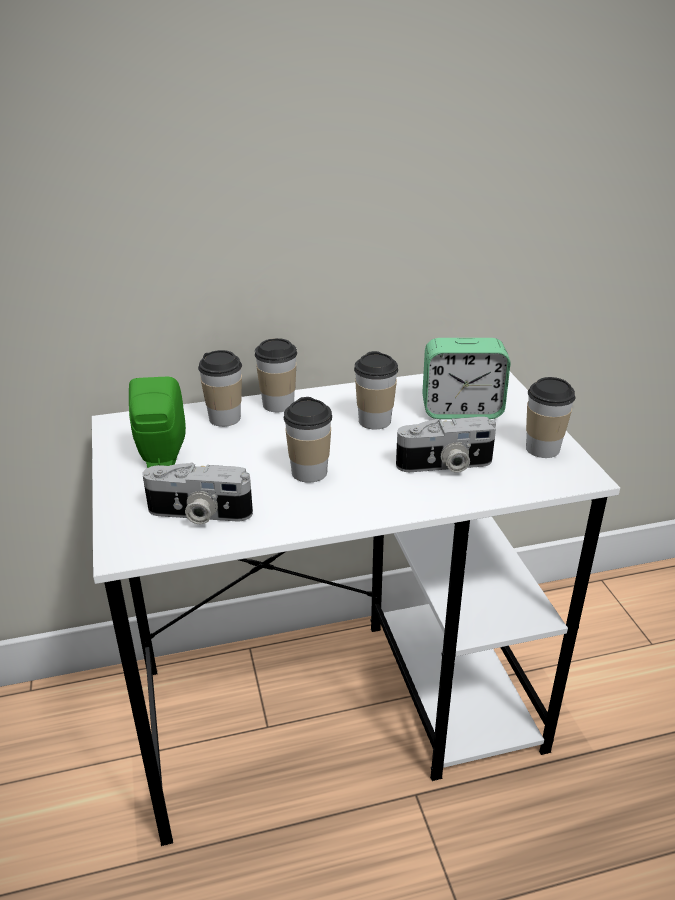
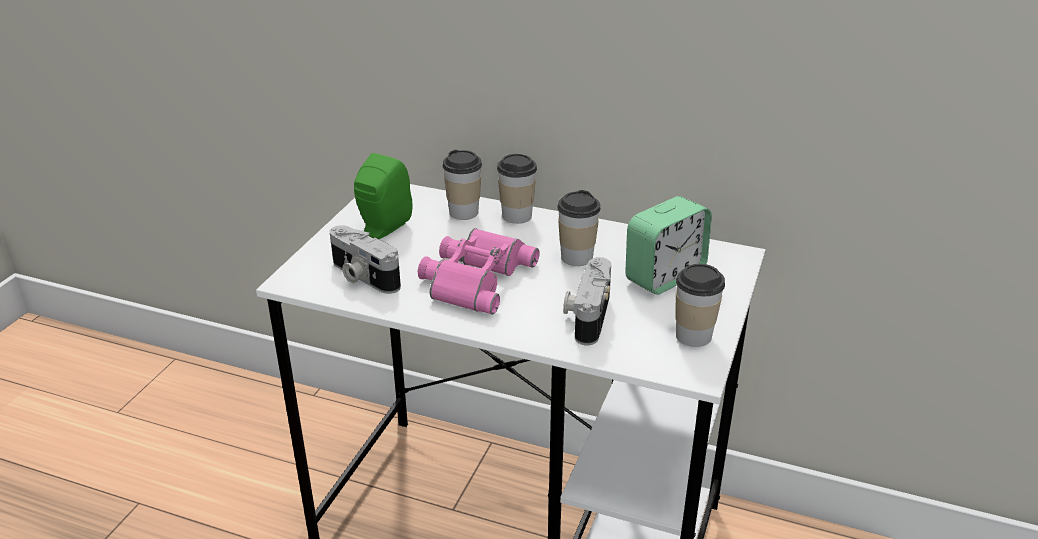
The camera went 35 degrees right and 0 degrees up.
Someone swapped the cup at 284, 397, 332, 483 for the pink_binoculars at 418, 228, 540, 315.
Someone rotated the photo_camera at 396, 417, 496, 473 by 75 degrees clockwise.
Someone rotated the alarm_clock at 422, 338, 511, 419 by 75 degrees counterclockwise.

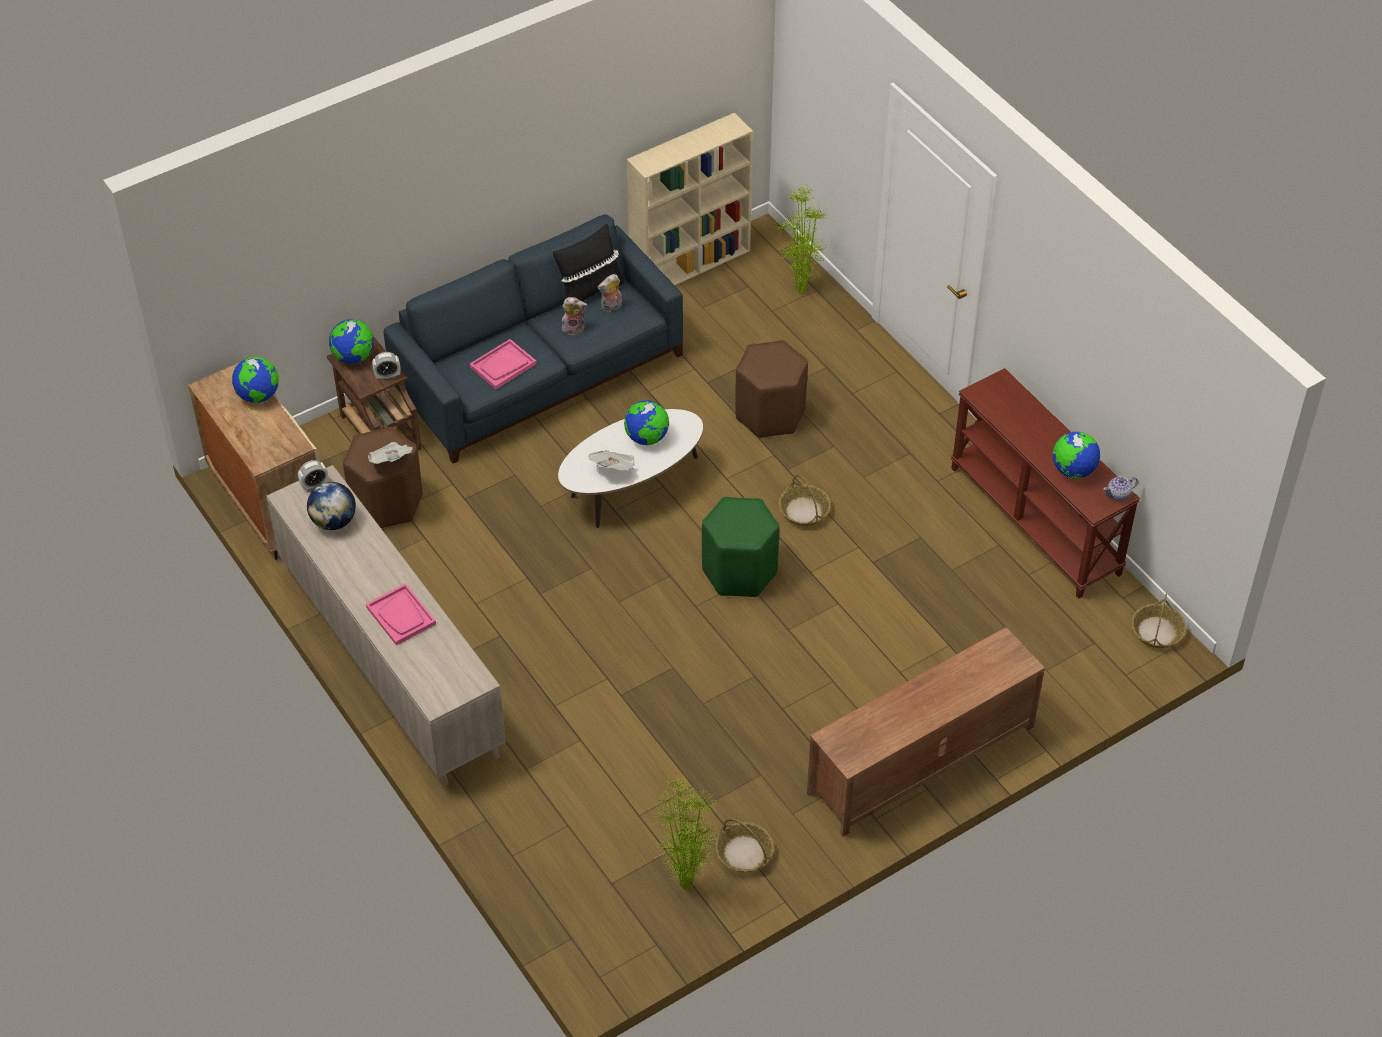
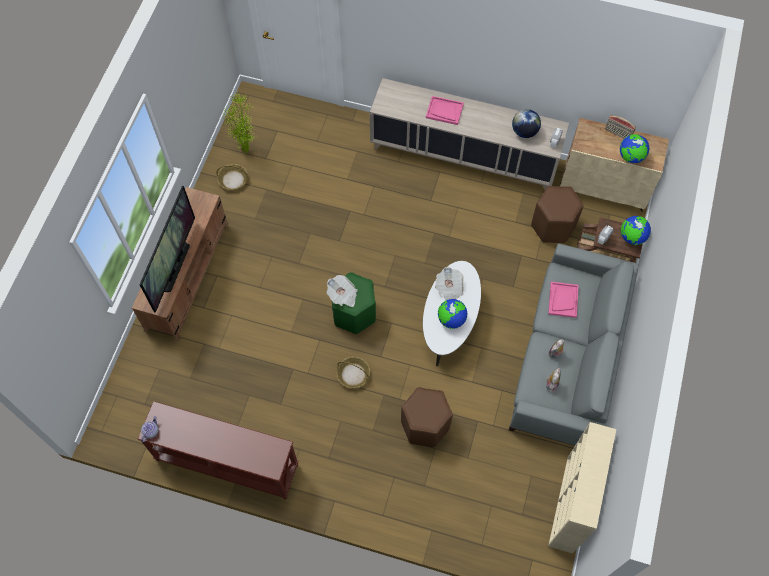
The camera went 140 degrees right and 15 degrees up.
Someone took away the black_pillow at 553, 224, 624, 302.
Someone took away the potted_plant at 775, 184, 829, 295.
Someone took away the globe at 1053, 432, 1100, 479.
Someone took away the basket at 1132, 594, 1186, 648.
Someone put down the television at 139, 186, 195, 313.
Someone put down the radio at 605, 115, 636, 138.
Someone carried the newspaper from 368, 442, 413, 464 to 327, 275, 358, 307.
Someone repainted the blue_sofa at 384, 214, 683, 464, which became the grey_sofa at 509, 244, 638, 446.

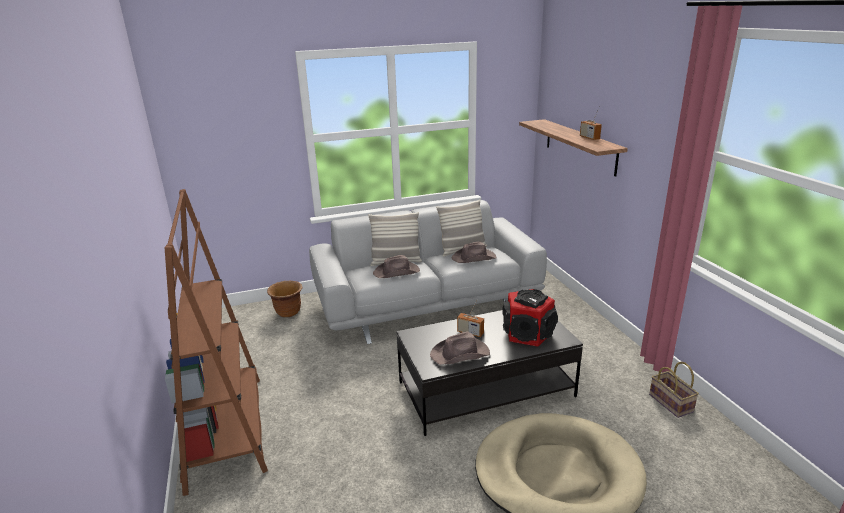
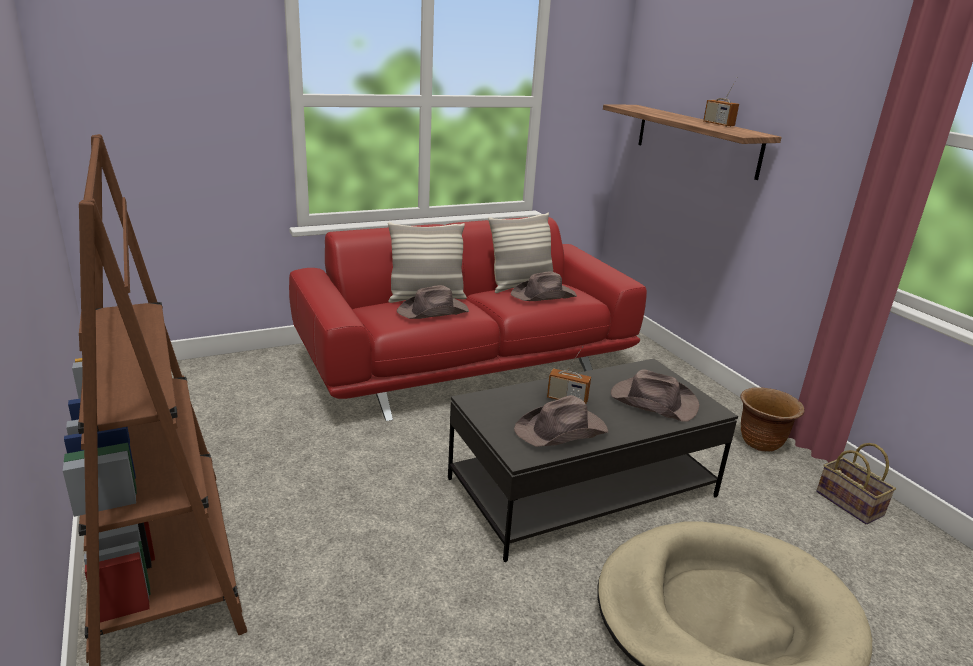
The camera went 10 degrees left and 0 degrees up.
Someone carried the brown_planter from 267, 281, 302, 317 to 740, 387, 804, 451.
Someone swapped the speaker at 502, 289, 558, 347 for the brown_hat at 611, 369, 699, 421.
Someone repainted the grey_sofa at 309, 200, 547, 344, which became the red_sofa at 289, 217, 647, 421.

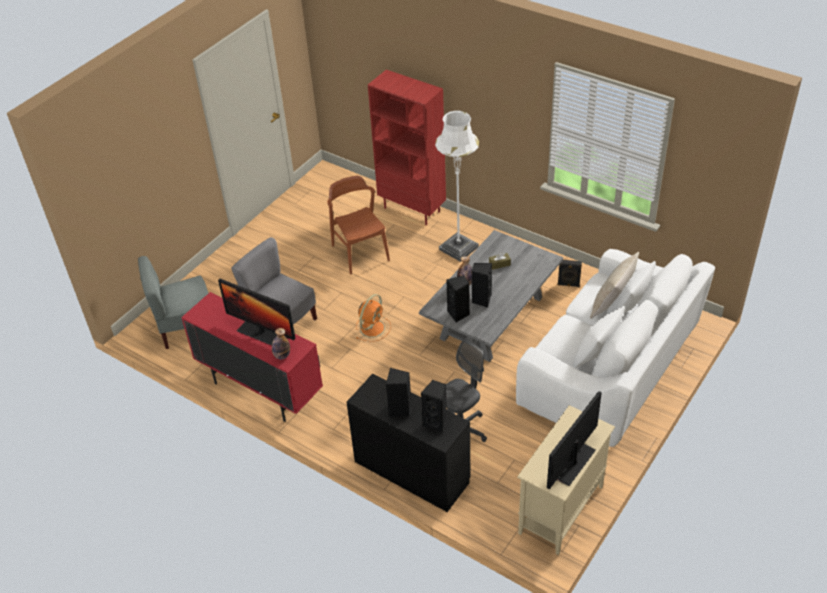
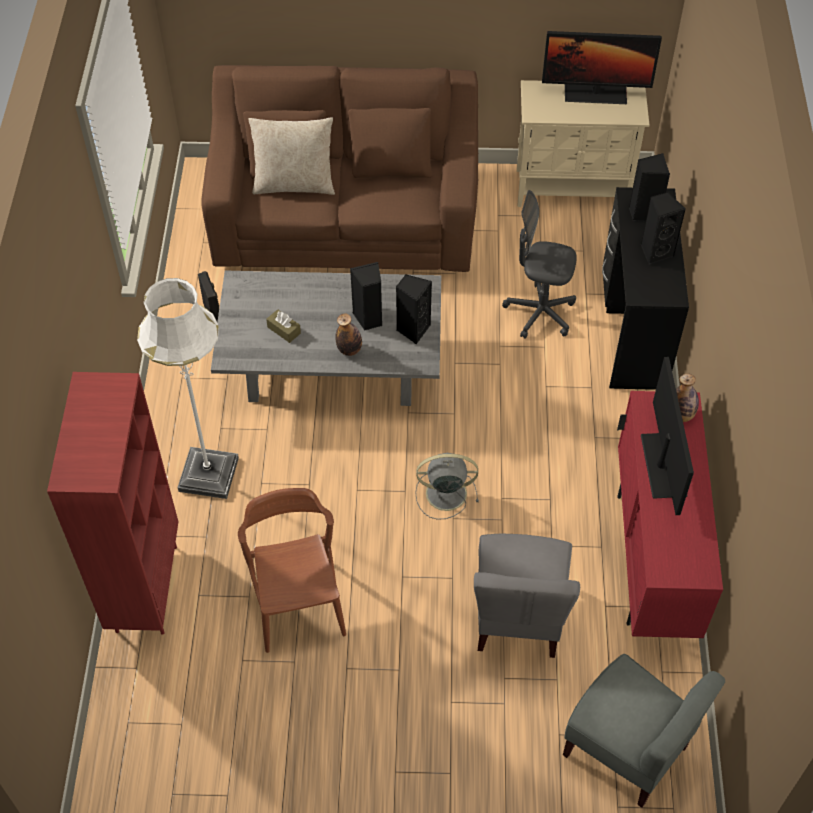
The camera went 125 degrees left and 10 degrees up.
Someone repainted the orange_fan at 356, 294, 391, 342, which became the grey_fan at 415, 453, 479, 520.
Someone repainted the white_sofa at 516, 249, 715, 447, which became the brown_sofa at 201, 65, 478, 272.
Someone rotated the brown_chair at 327, 176, 390, 275 by 135 degrees clockwise.

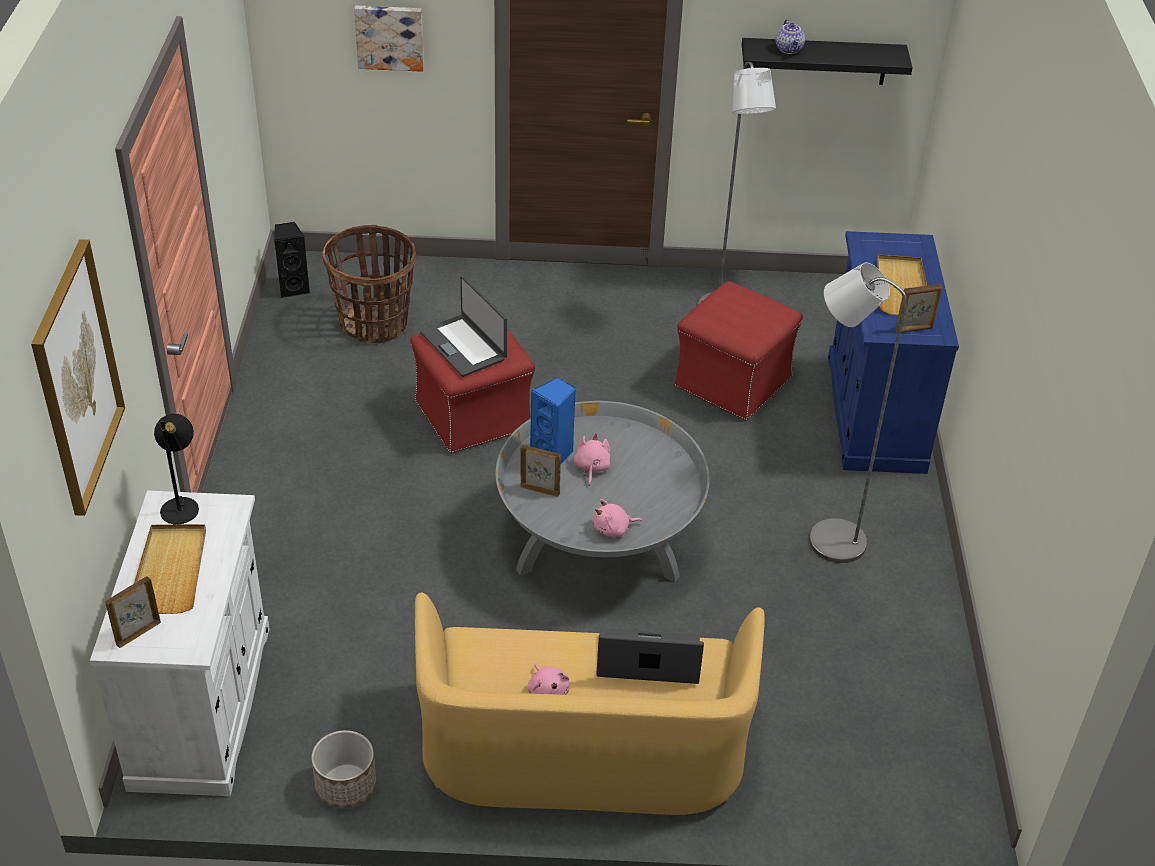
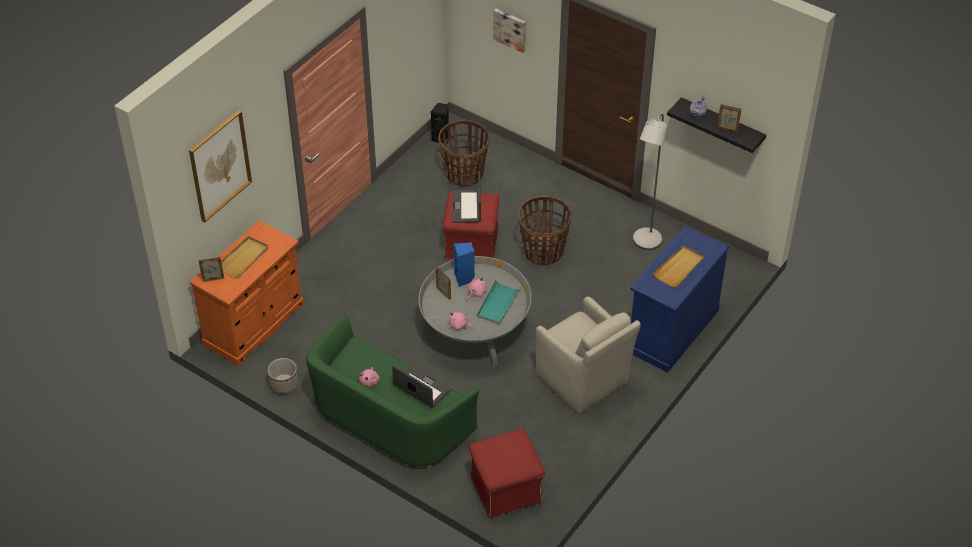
The camera went 35 degrees right and 5 degrees up.
Someone took away the black_table_lamp at 154, 414, 199, 524.
Someone put down the turquoise_tray at 477, 280, 522, 325.
Someone put down the basket at 518, 196, 571, 265.
Someone carried the red_ottoman from 674, 281, 803, 421 to 469, 429, 545, 519.
Someone carried the picture_frame from 895, 284, 942, 333 to 717, 104, 741, 132.
Someone swapped the grey_floor_lamp at 809, 263, 907, 563 for the beige_armchair at 536, 296, 641, 413.
Someone repainted the white_cabinet at 90, 491, 270, 796, which became the orange_cabinet at 190, 220, 304, 366.
Someone repainted the yellow_sofa at 415, 592, 765, 815, which became the green_sofa at 306, 314, 479, 468.

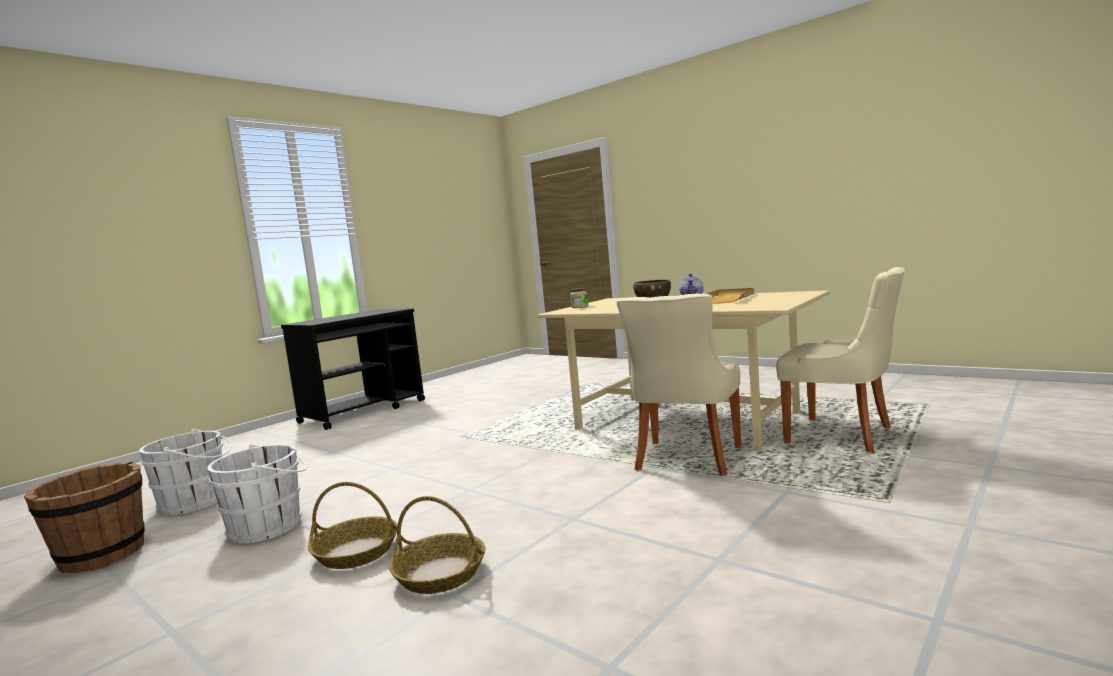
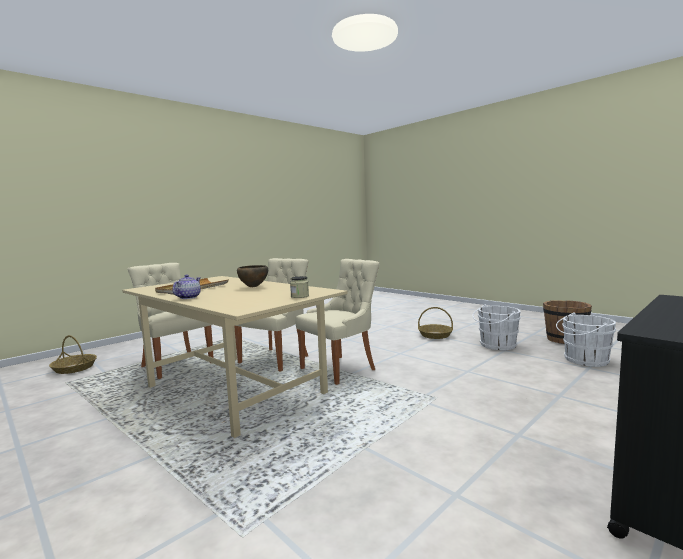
The camera went 175 degrees left and 0 degrees up.
Someone put down the beige_chair at 295, 259, 380, 385.
Someone carried the basket from 389, 496, 485, 594 to 49, 335, 97, 374.

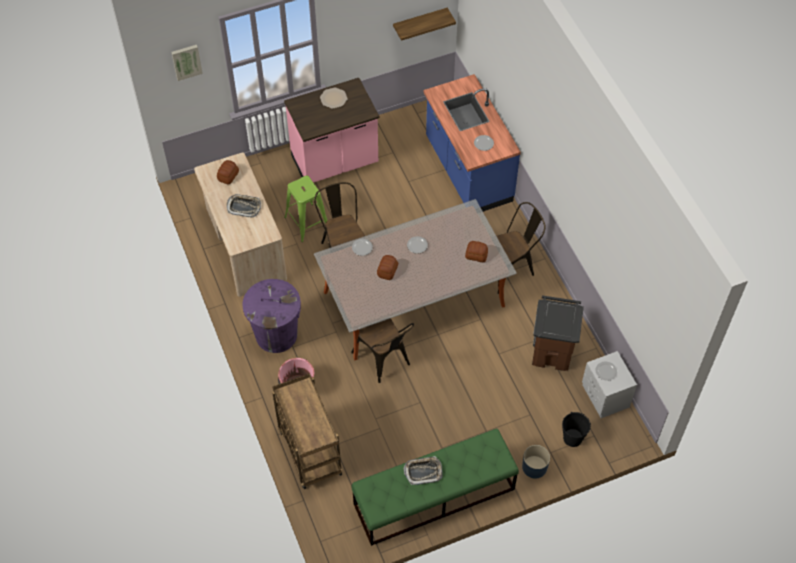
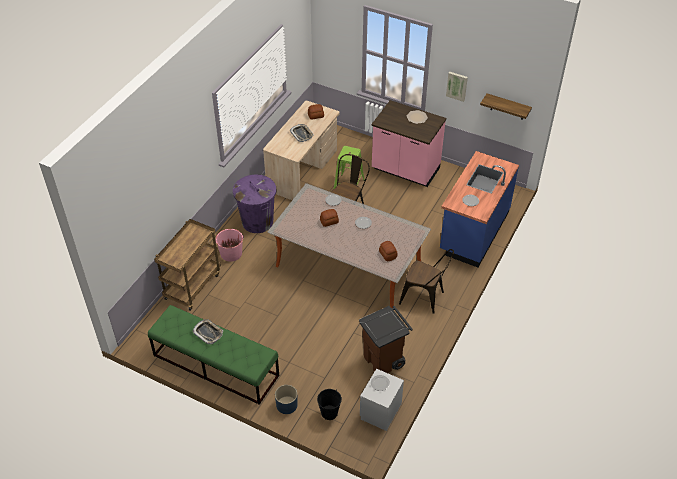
The camera went 50 degrees right and 10 degrees down.
Someone took away the brown_chair at 351, 318, 414, 383.
Someone carried the picture from 171, 45, 203, 81 to 446, 72, 468, 102.

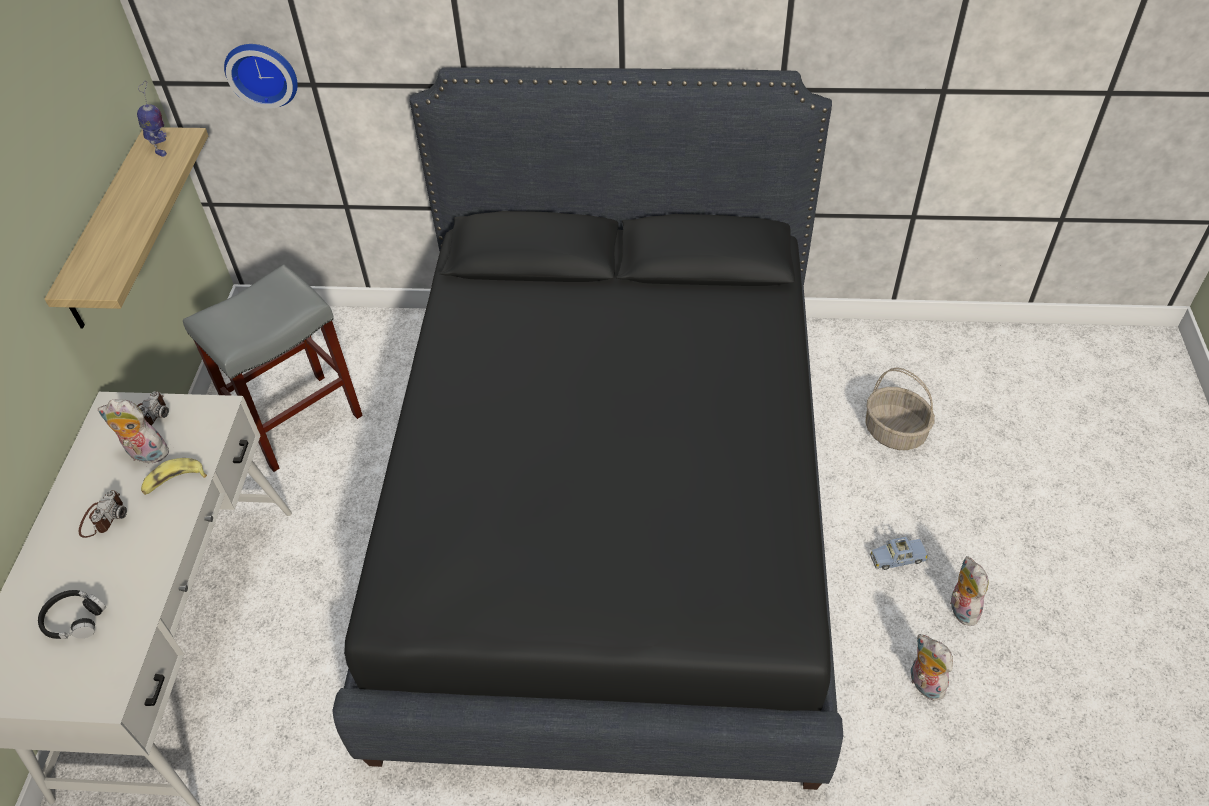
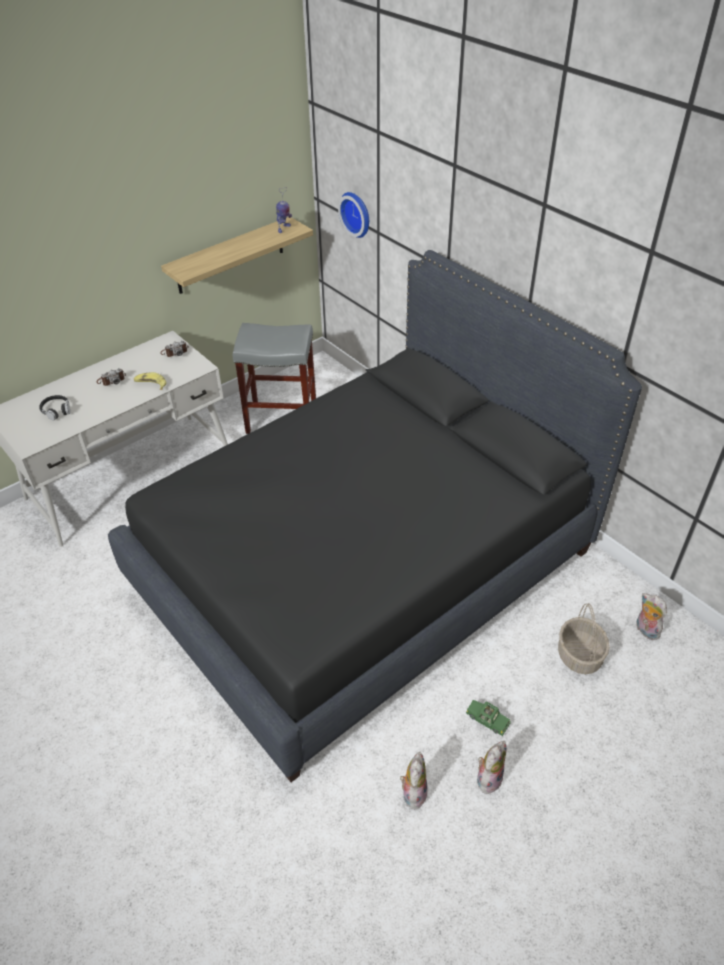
The camera went 45 degrees right and 5 degrees down.
Someone carried the plush_toy from 98, 399, 173, 464 to 637, 593, 667, 640.
Someone repainted the blue_toy_car at 870, 537, 928, 570, which became the green_toy_car at 466, 700, 511, 736.

